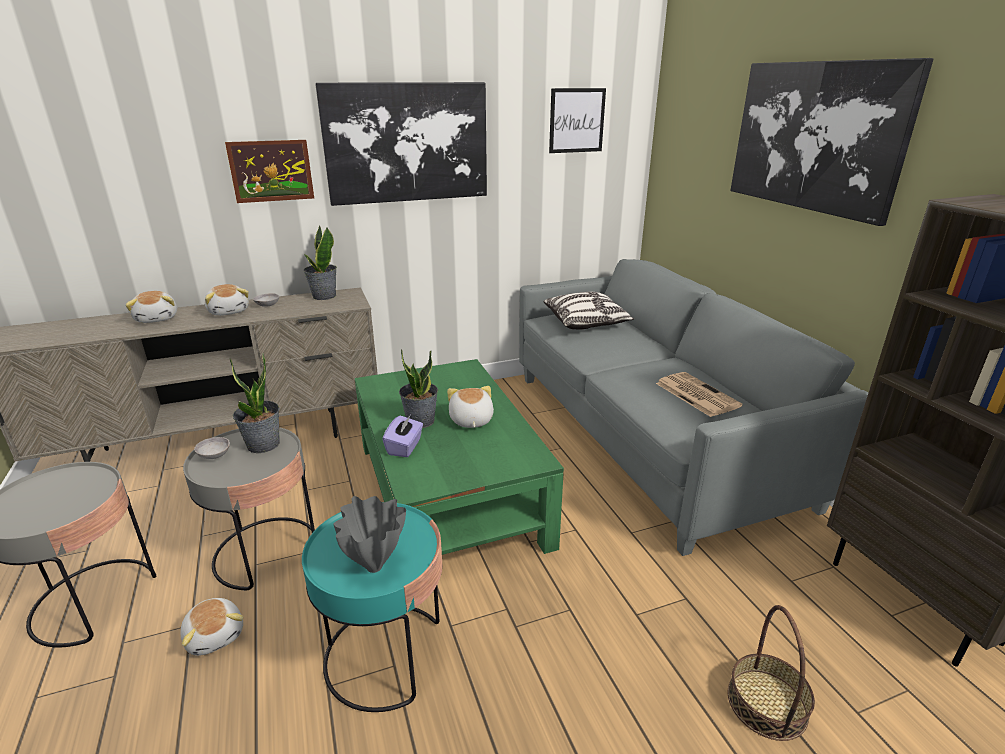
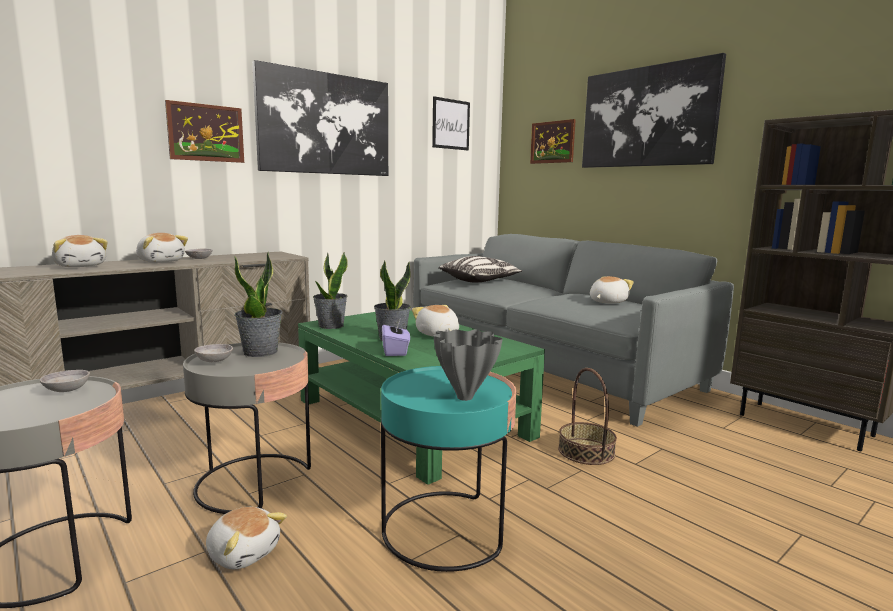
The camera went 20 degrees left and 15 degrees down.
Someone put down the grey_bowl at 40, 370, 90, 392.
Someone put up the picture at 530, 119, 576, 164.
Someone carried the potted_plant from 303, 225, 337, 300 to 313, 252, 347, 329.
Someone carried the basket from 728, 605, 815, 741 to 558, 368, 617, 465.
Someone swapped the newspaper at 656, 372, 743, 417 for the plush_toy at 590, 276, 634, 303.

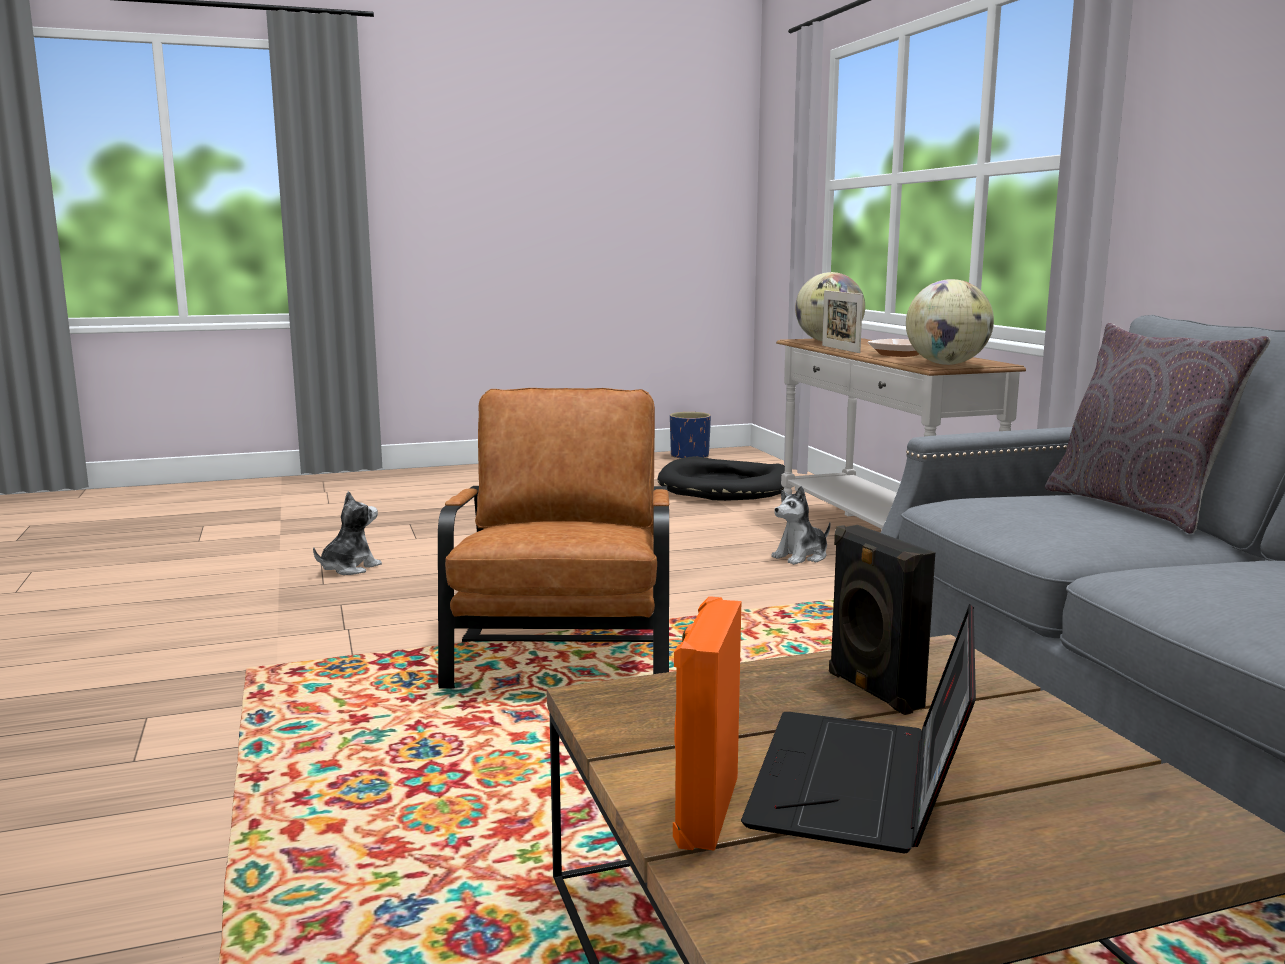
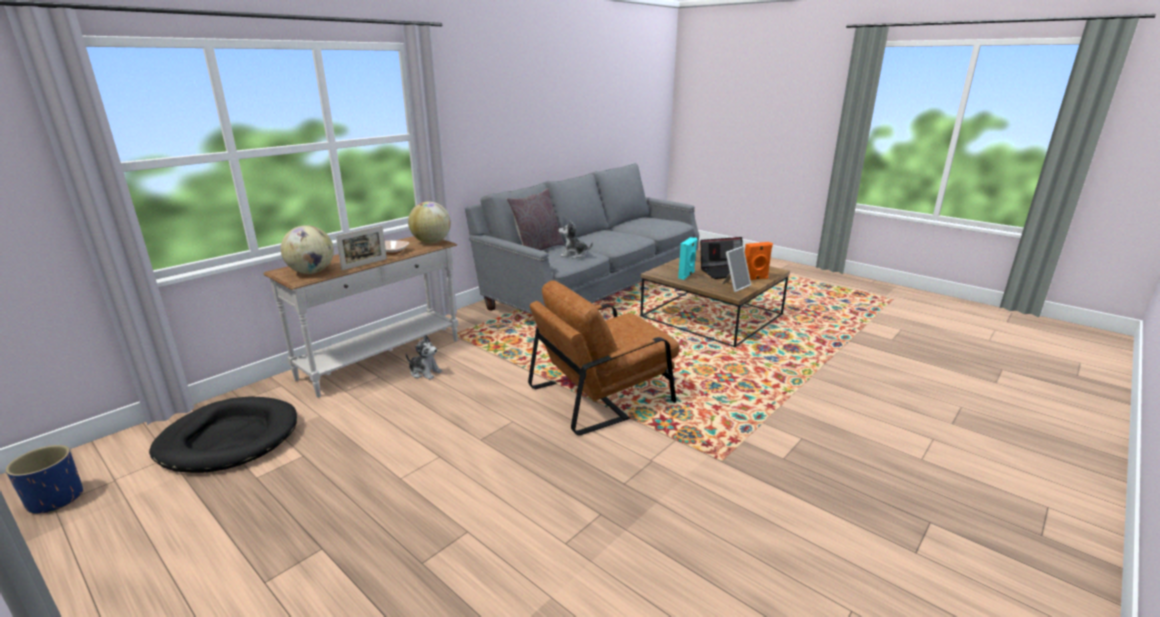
The camera went 120 degrees left and 10 degrees up.
Someone put down the picture_frame at 721, 246, 751, 292.
Someone carried the plush_toy from 313, 491, 382, 575 to 559, 221, 593, 258.
Someone repainted the black_speaker at 829, 525, 935, 715, which became the turquoise_speaker at 678, 237, 697, 280.

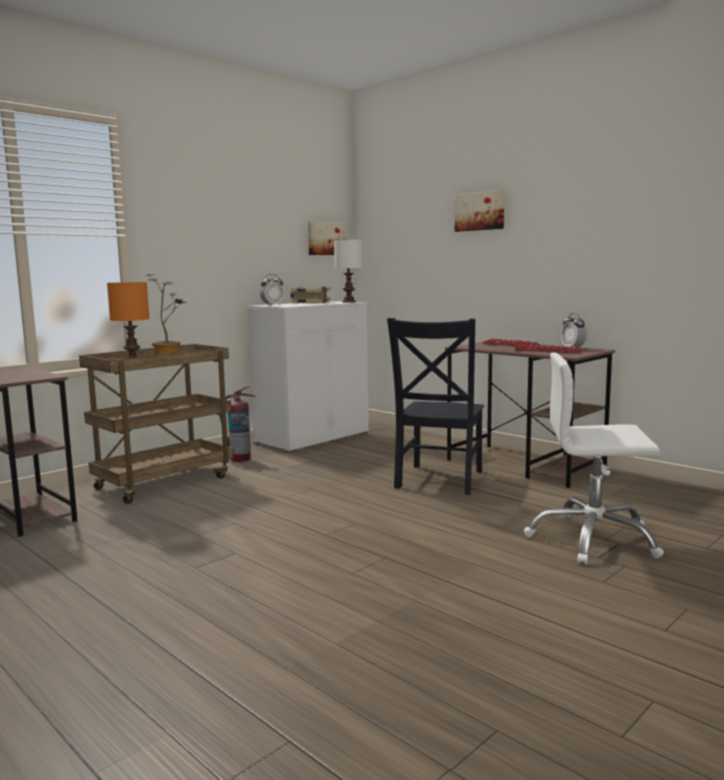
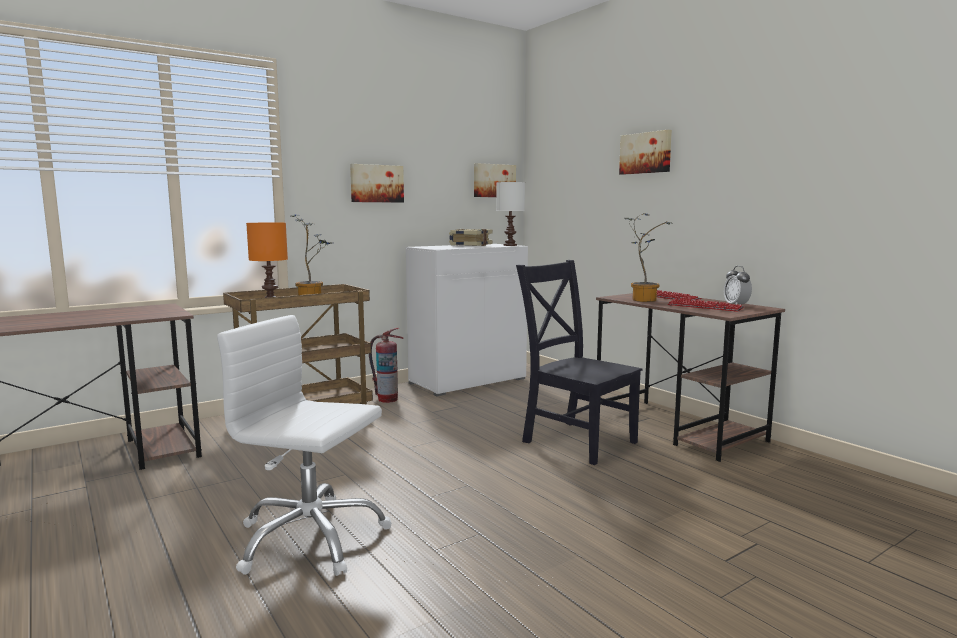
The camera went 10 degrees right and 0 degrees up.
Someone took away the alarm_clock at 260, 274, 284, 306.
Someone put up the picture at 350, 164, 404, 203.
Someone put down the potted_plant at 624, 213, 671, 302.
Someone carried the white_office_chair from 524, 352, 664, 565 to 217, 315, 392, 576.
Someone rotated the black_chair at 387, 318, 484, 495 by 105 degrees clockwise.

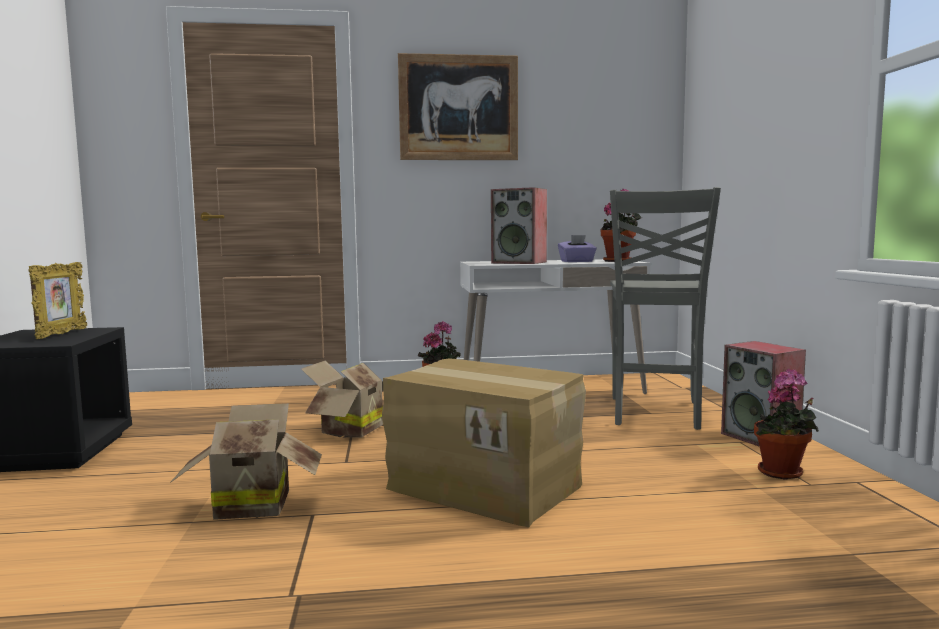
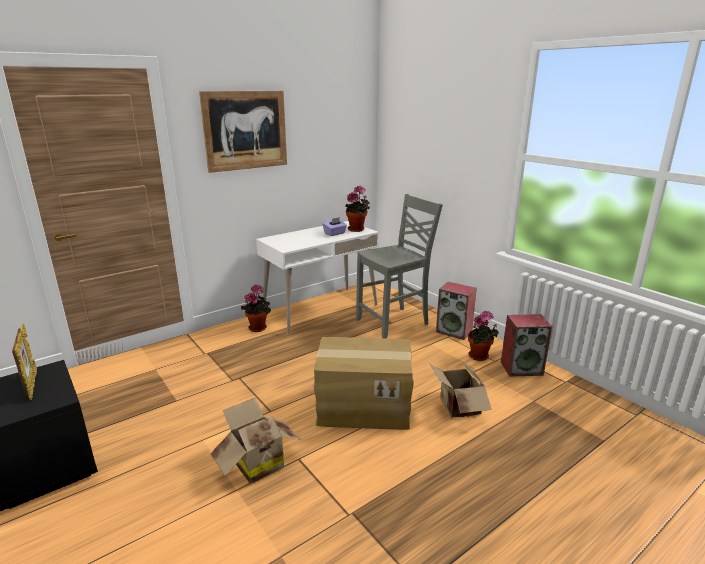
The camera went 30 degrees left and 15 degrees up.
Someone carried the cardboard_box from 301, 361, 383, 438 to 429, 360, 492, 418.
Someone carried the speaker from 491, 187, 547, 264 to 501, 314, 552, 377.
Someone rotated the grey_chair at 610, 187, 721, 430 by 105 degrees counterclockwise.

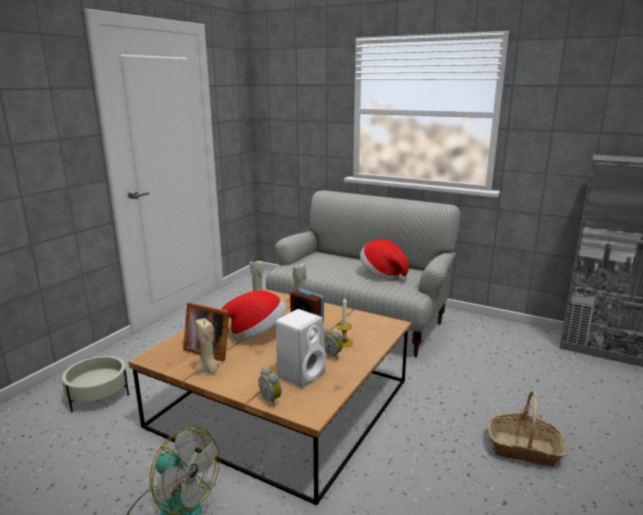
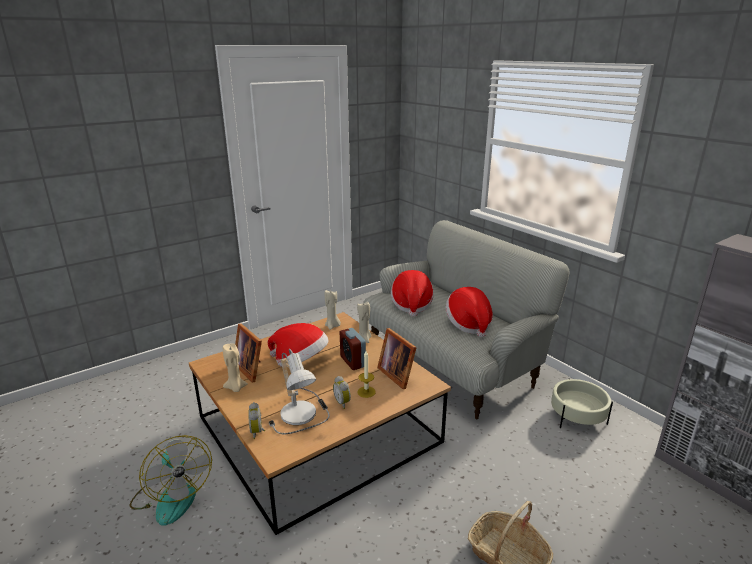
The camera went 25 degrees right and 5 degrees up.
Someone put down the picture_frame at 377, 328, 417, 389.
Someone put down the hat at 391, 270, 434, 316.
Someone carried the beige_planter from 62, 356, 129, 412 to 551, 378, 613, 428.
Someone swapped the white_speaker at 276, 309, 326, 388 for the table_lamp at 269, 349, 330, 434.

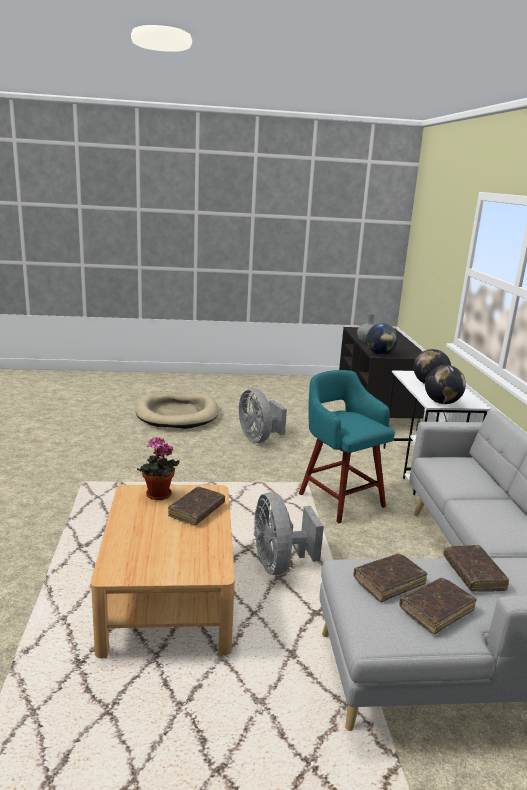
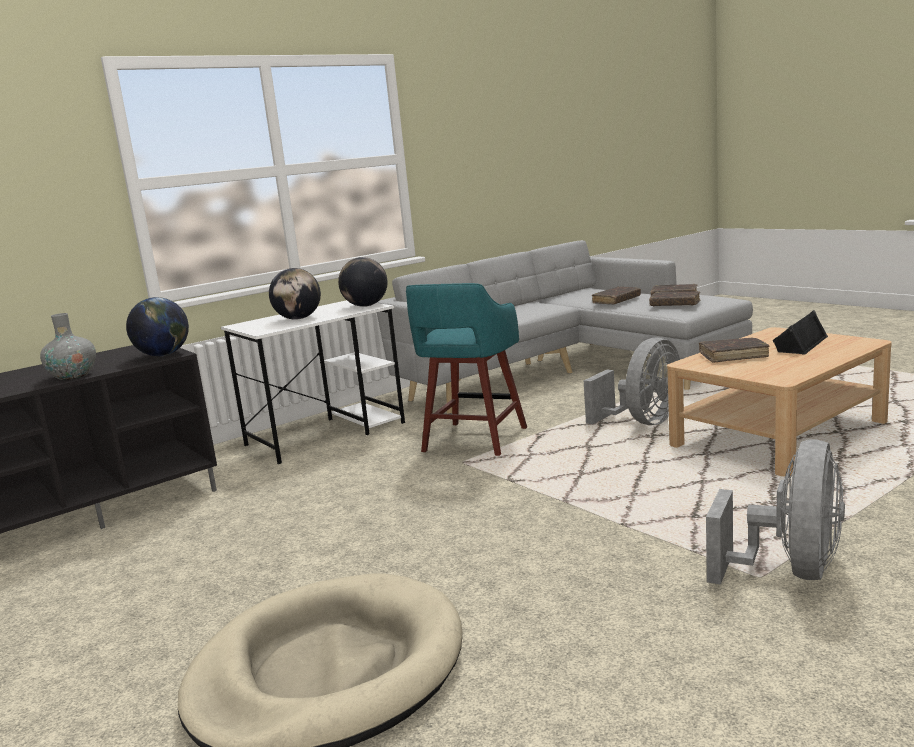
The camera went 120 degrees left and 5 degrees down.
Someone took away the potted_plant at 137, 437, 180, 500.
Someone put down the black_speaker at 773, 310, 828, 355.
Someone carried the grey_fan from 239, 389, 287, 443 to 706, 439, 845, 585.

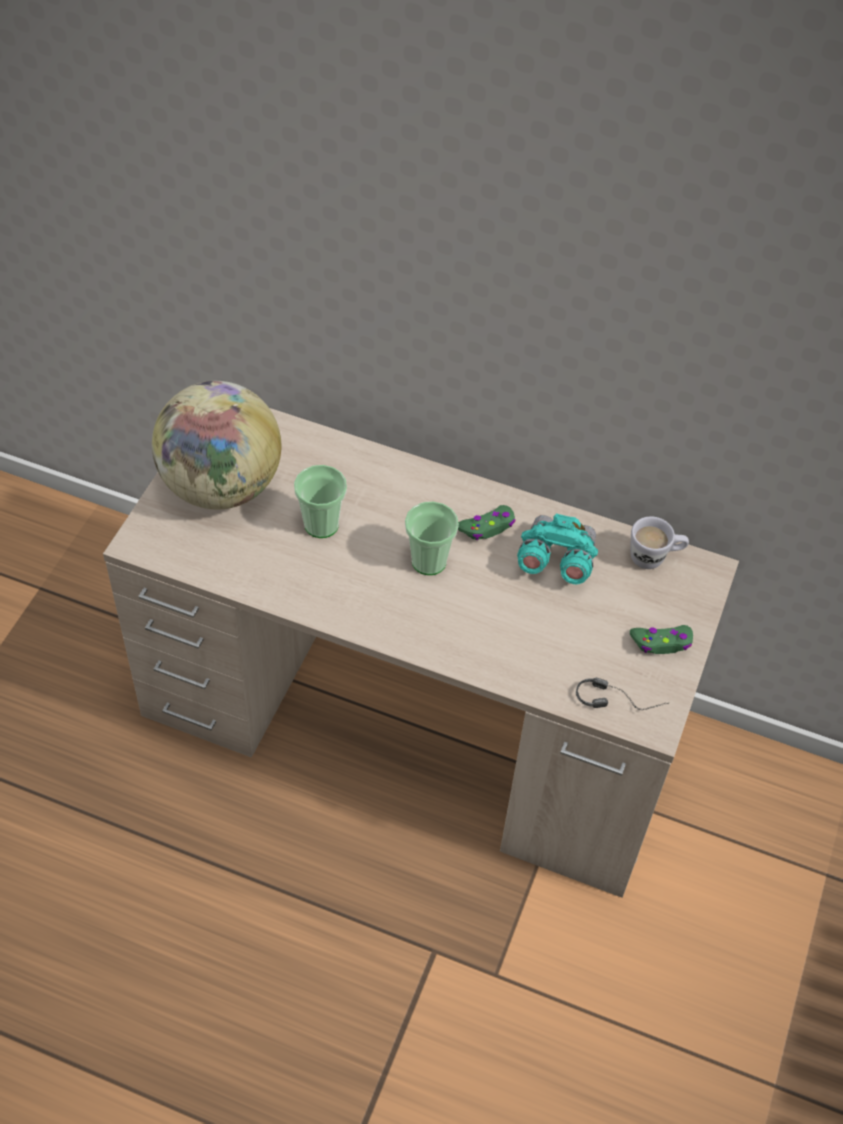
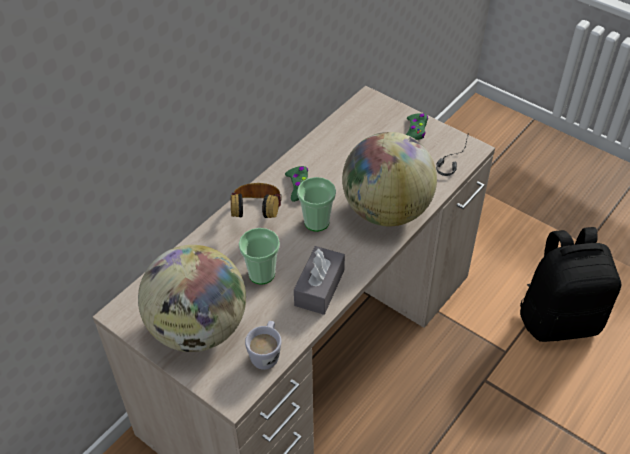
The camera went 70 degrees left and 5 degrees down.
Someone took away the turquoise_binoculars at 517, 514, 598, 584.
Someone put down the headphones at 231, 183, 282, 218.
Someone put down the grey_tissue_box at 294, 246, 345, 315.
Someone put down the globe at 342, 132, 437, 226.
Someone put down the black_backpack at 520, 227, 622, 342.
Someone carried the white_mug from 630, 516, 689, 569 to 245, 321, 281, 370.

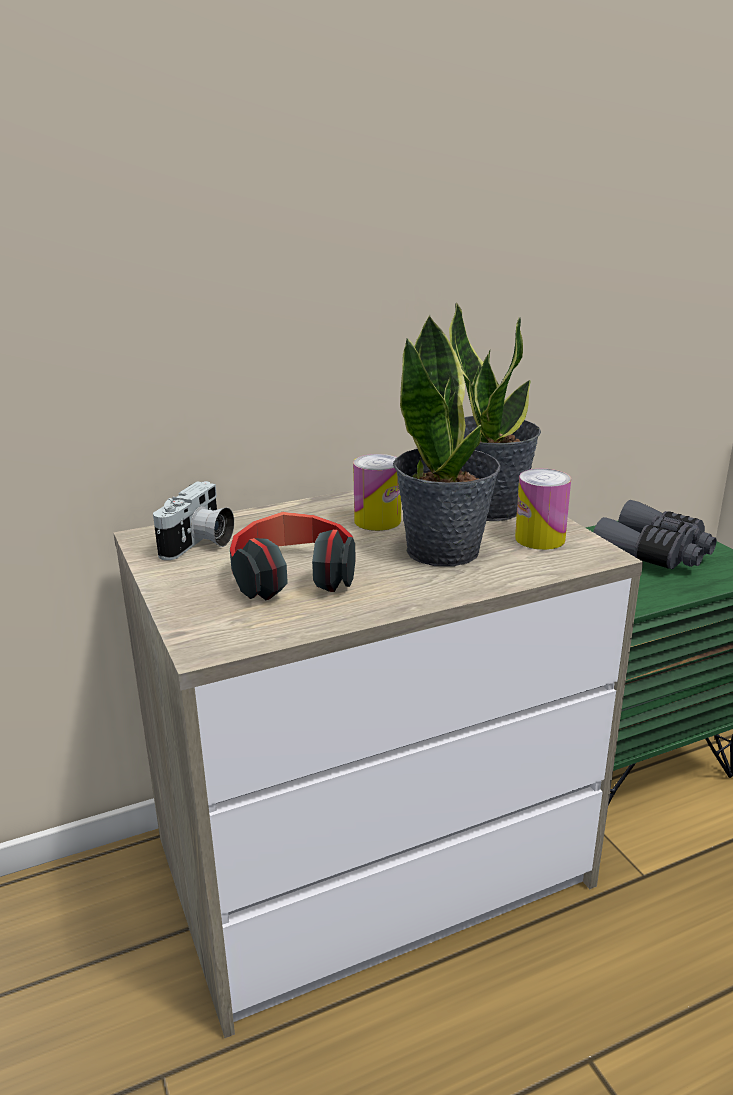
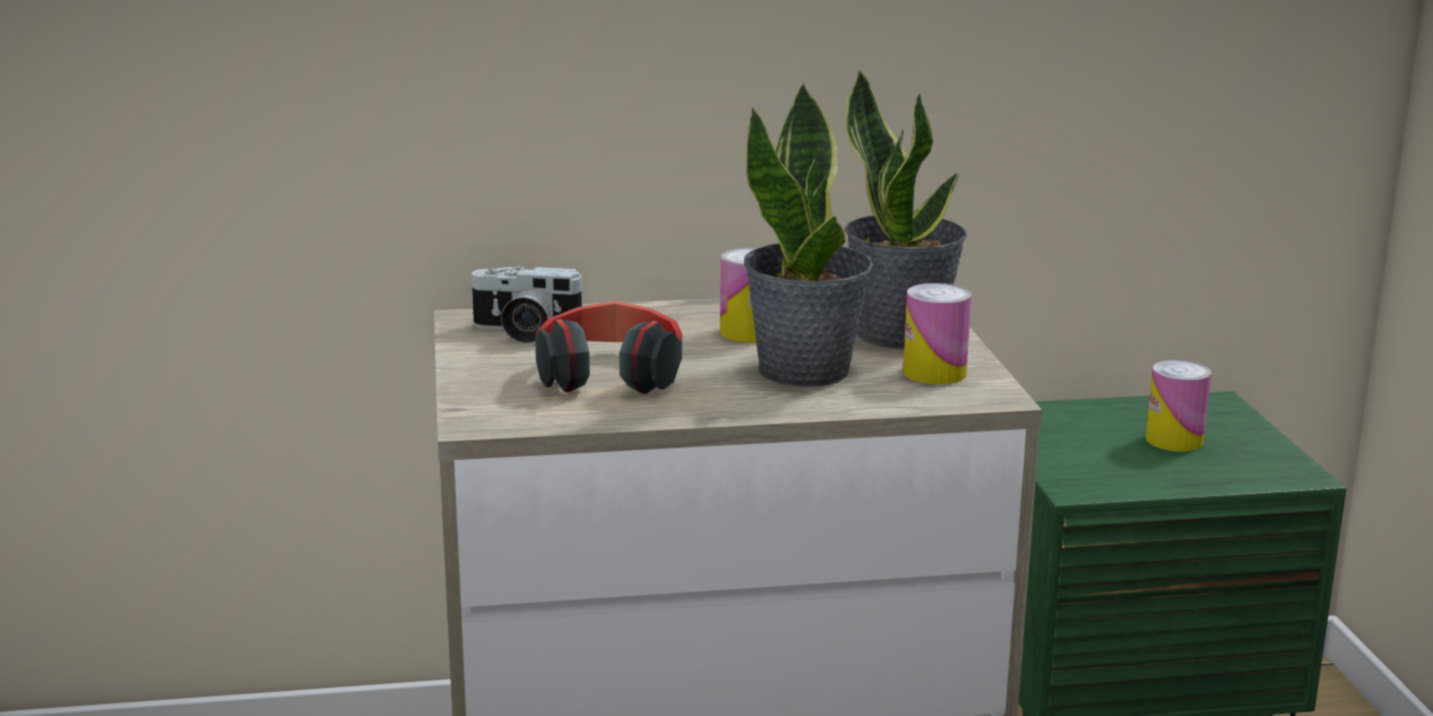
The camera went 15 degrees right and 5 degrees down.
Someone swapped the grey_binoculars at 593, 500, 717, 569 for the can at 1146, 360, 1212, 452.
Someone rotated the photo_camera at 153, 481, 234, 560 by 60 degrees clockwise.

